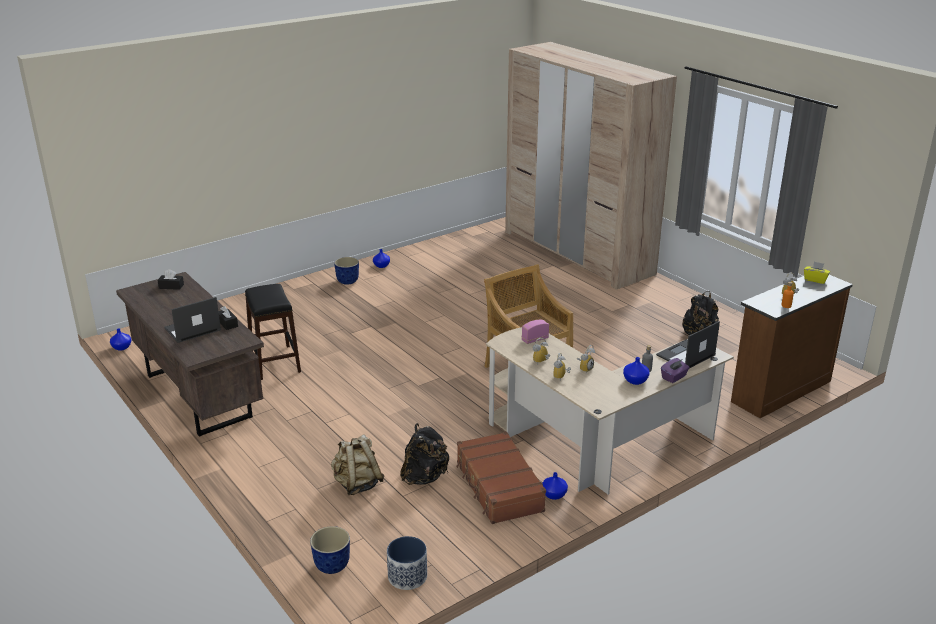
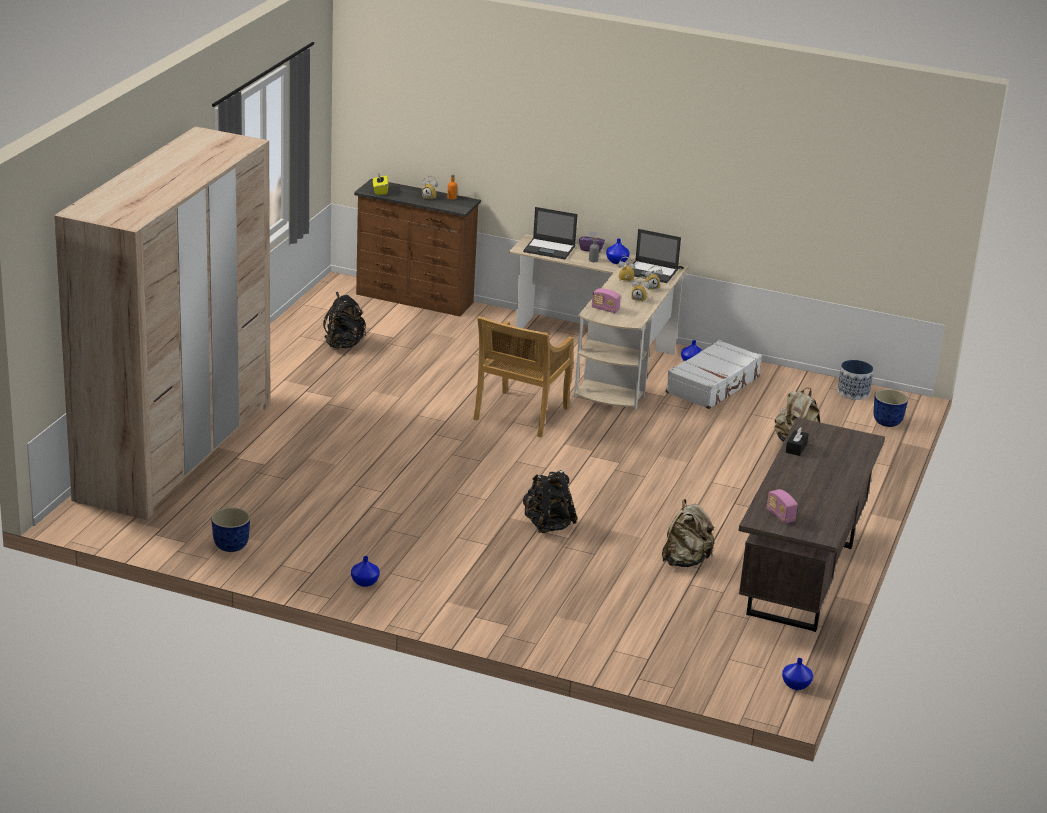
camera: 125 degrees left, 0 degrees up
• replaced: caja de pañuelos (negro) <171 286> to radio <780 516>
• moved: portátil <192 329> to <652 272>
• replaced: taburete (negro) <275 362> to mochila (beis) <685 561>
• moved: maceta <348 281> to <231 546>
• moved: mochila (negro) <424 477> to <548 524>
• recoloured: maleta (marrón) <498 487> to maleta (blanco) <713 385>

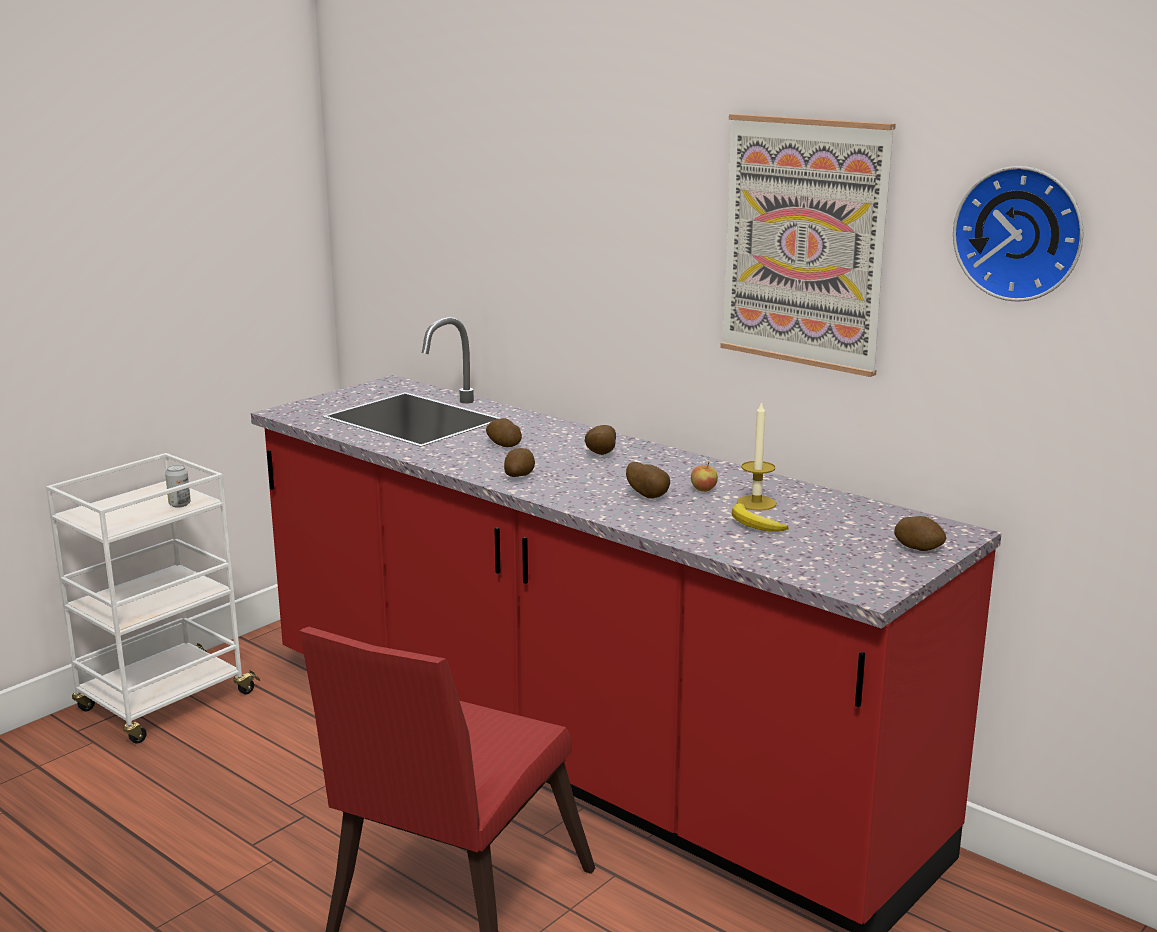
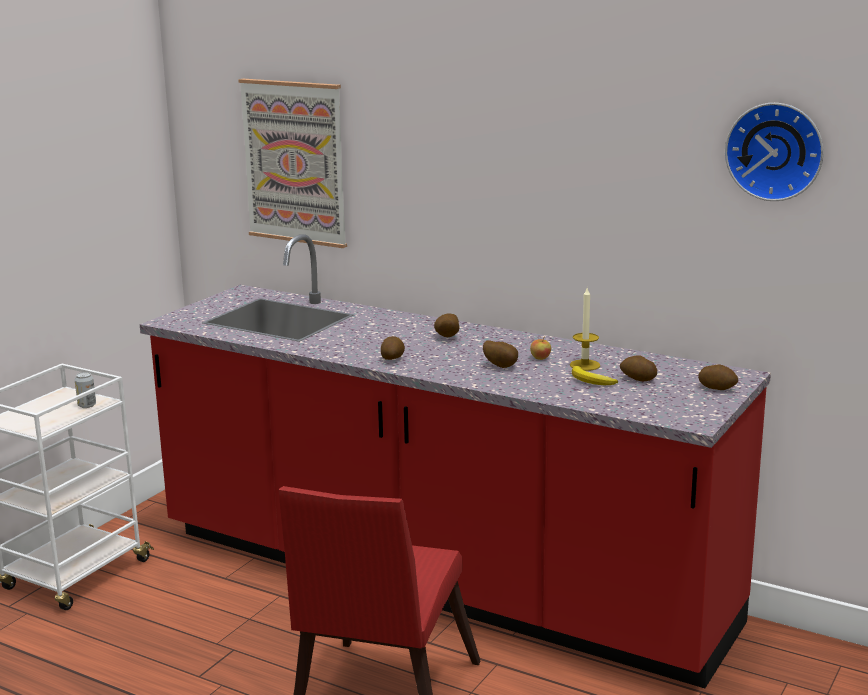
camera: 10 degrees left, 0 degrees up
• moved: patata <503 444> to <637 379>
• moved: cuadro <804 242> to <295 162>

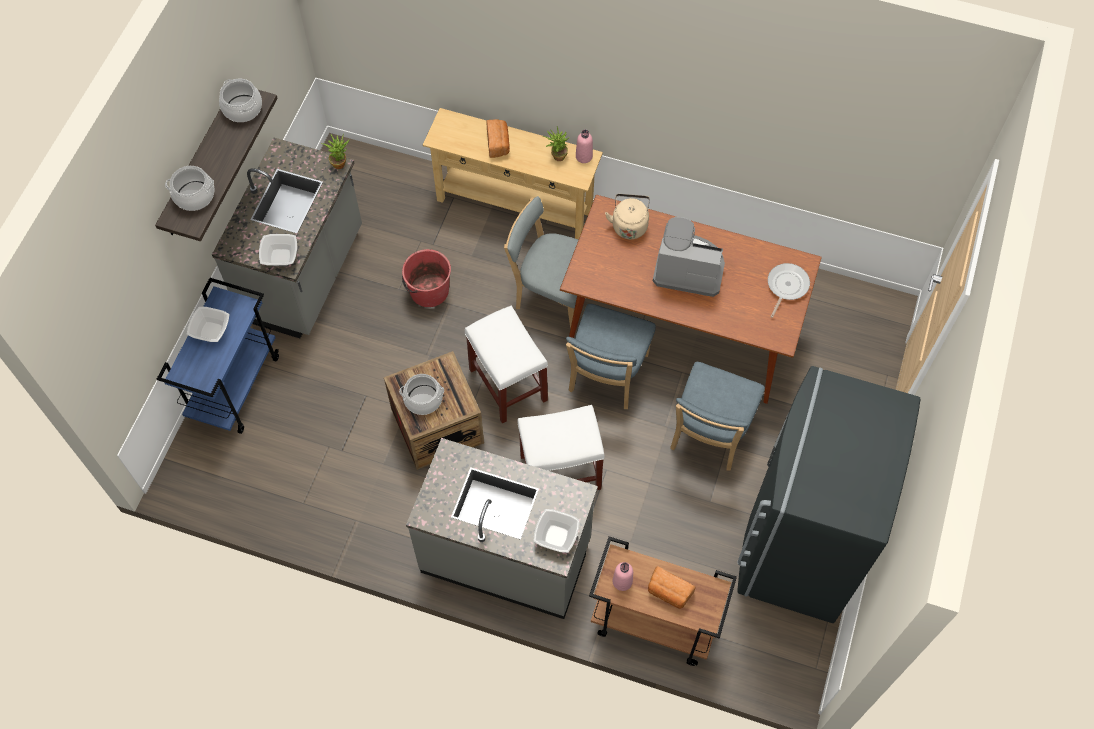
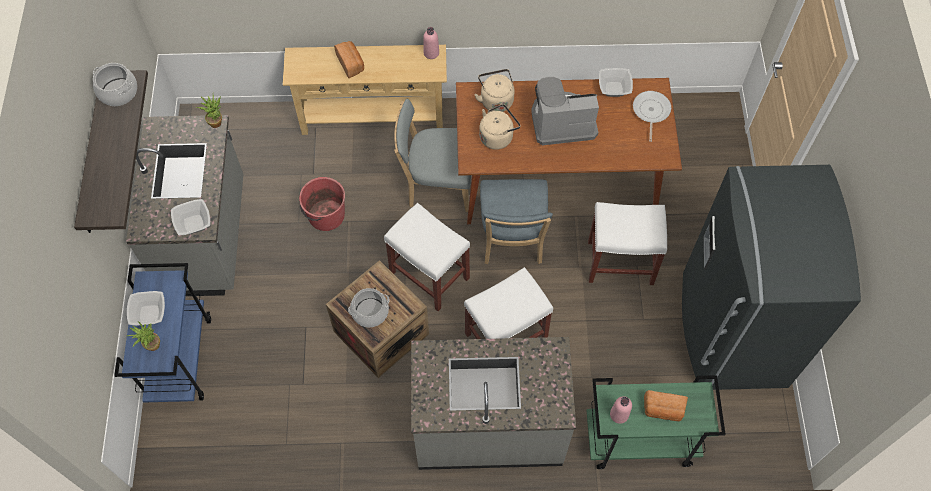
camera: 20 degrees left, 0 degrees up
• removed: olla <194 195>
• moved: cuenco <556 537> to <614 89>
• moved: planta en maceta <556 156> to <150 345>
• recoloured: carrito (marrón) <652 623> to carrito (verde) <639 441>
• replaced: silla (azul) <709 435> to taburete (blanco) <619 262>
• added: hervidor (beis) <497 136>

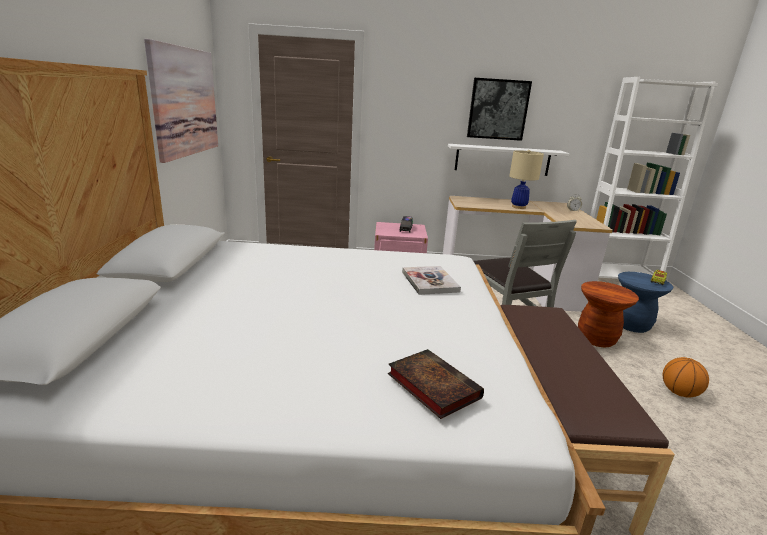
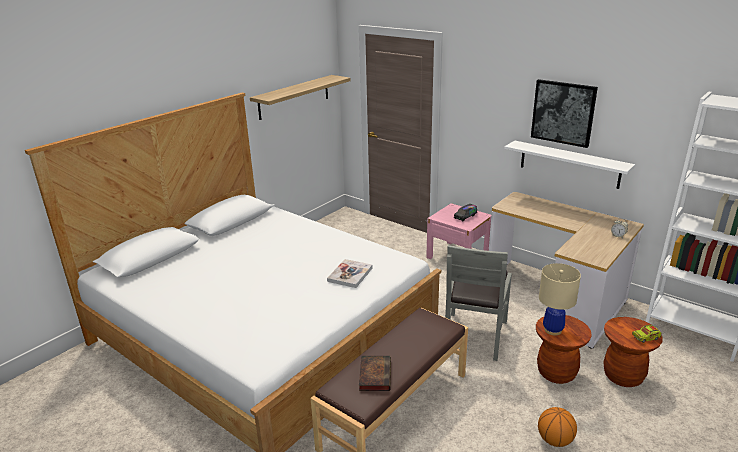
camera: 40 degrees right, 5 degrees up
• replaced: cuadro <185 102> to estante <294 97>
• moved: libro <431 385> to <374 375>
• moved: lámpara de mesa (beis) <518 207> to <553 330>
• recoloured: taburete (azul) <631 325> to taburete (marrón) <623 376>

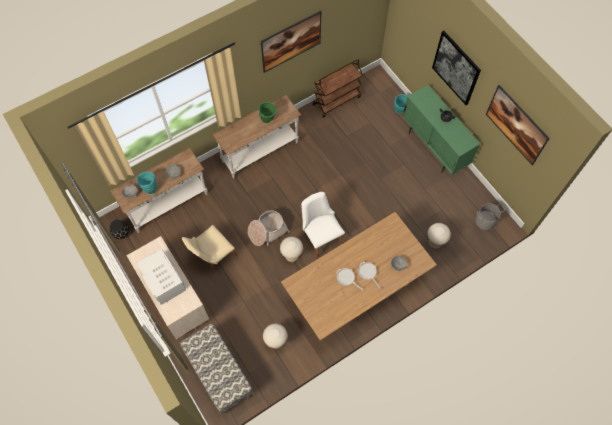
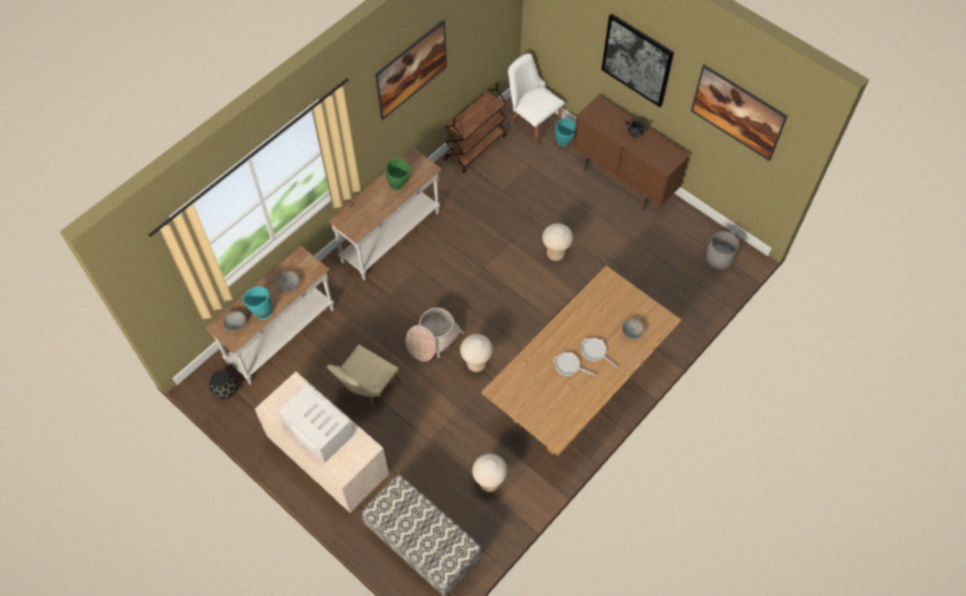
camera: 15 degrees left, 5 degrees down
• moved: silla (blanco) <320 236> to <532 122>
• recoloured: armario (verde) <433 148> to armario (marrón) <623 180>
• moved: taburete (beis) <435 242> to <555 254>

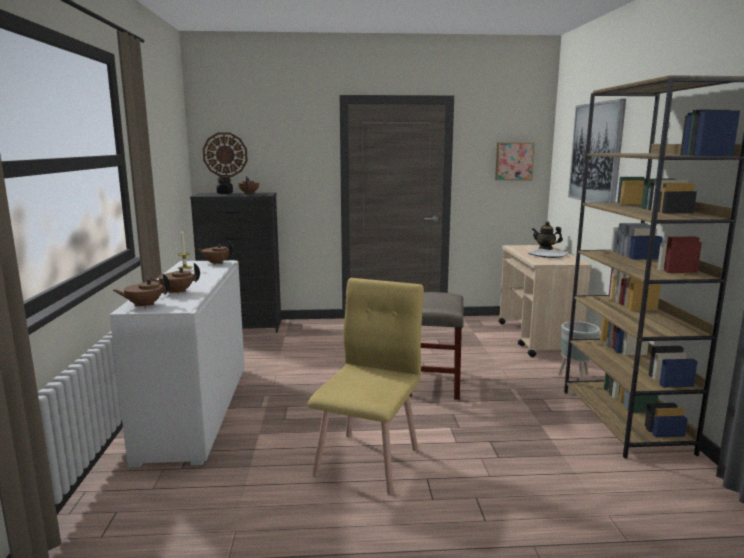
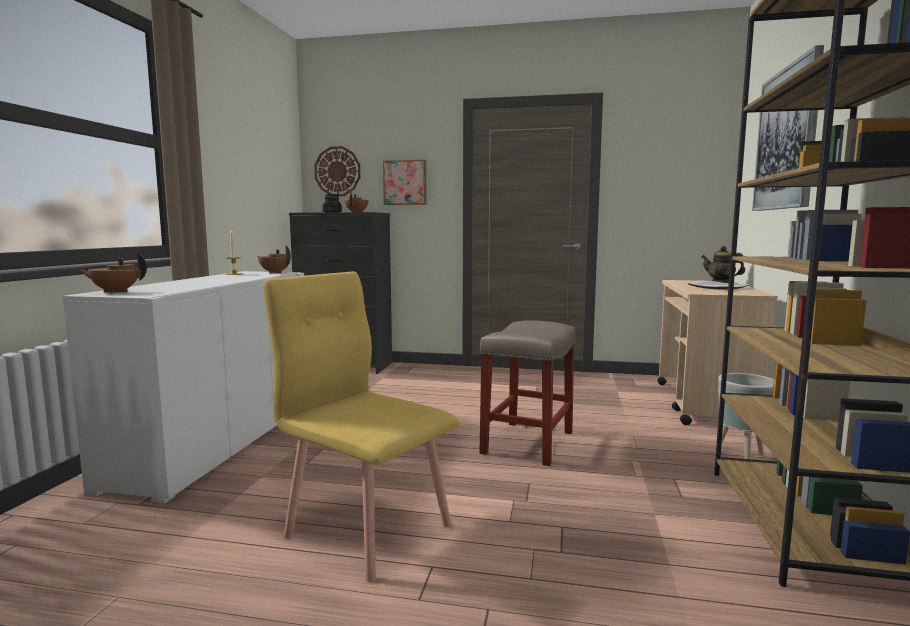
camera: 15 degrees right, 5 degrees down
• removed: tetera (marrón) <177 292>
• turned: silla (amarillo) <368 461> = <368 529> 90 degrees counterclockwise
• moved: cuadro <514 161> to <405 182>

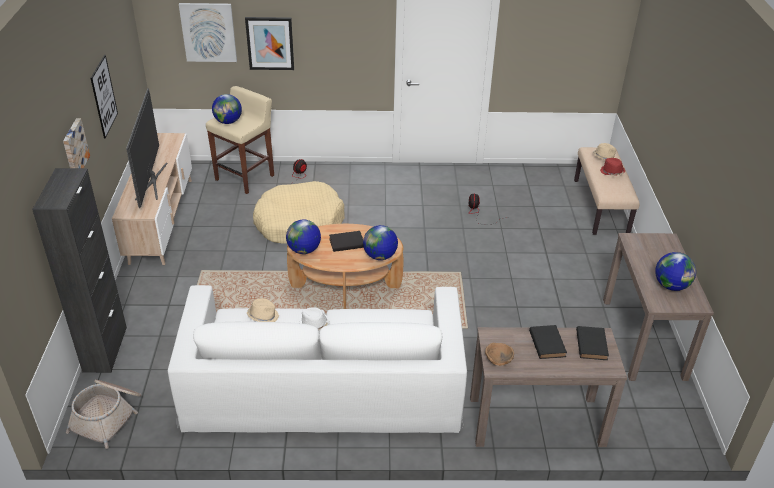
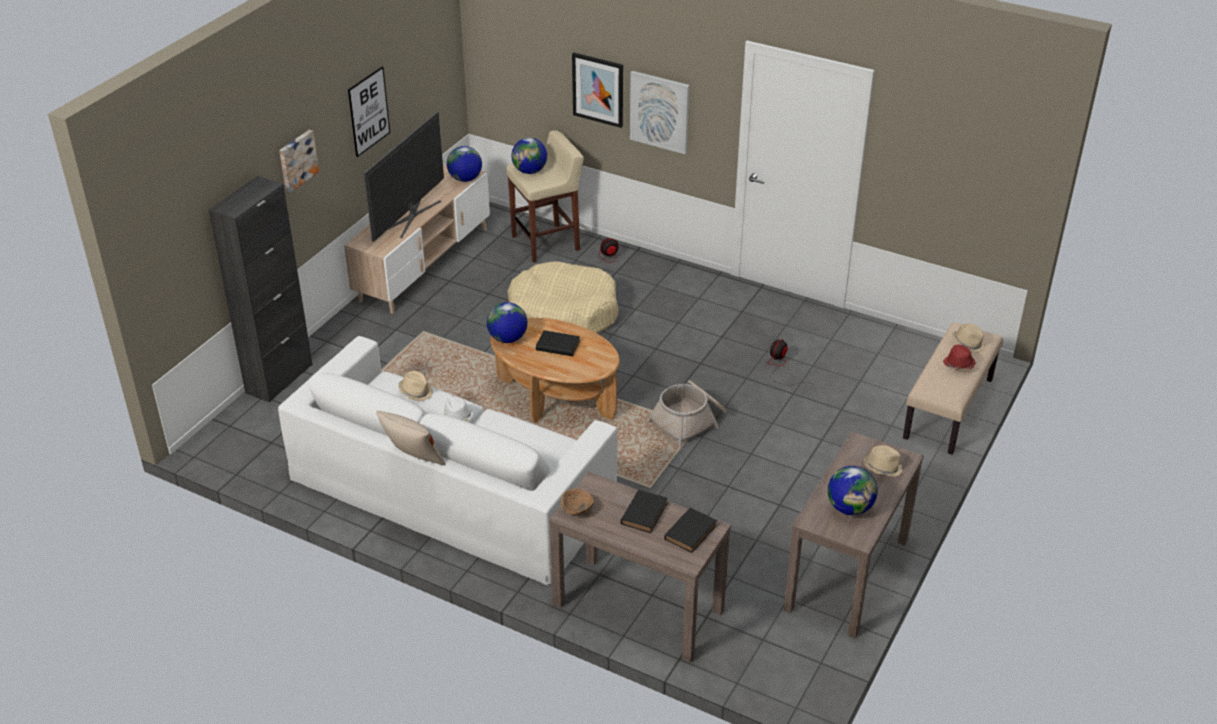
camera: 30 degrees right, 0 degrees up
• moved: cesta <108 416> to <690 421>
• moved: cuadro <208 32> to <660 111>
• moved: globo terráqueo <380 256> to <465 179>
• added: cojín (beis) <413 460>
• added: sombrero (beis) <882 468>

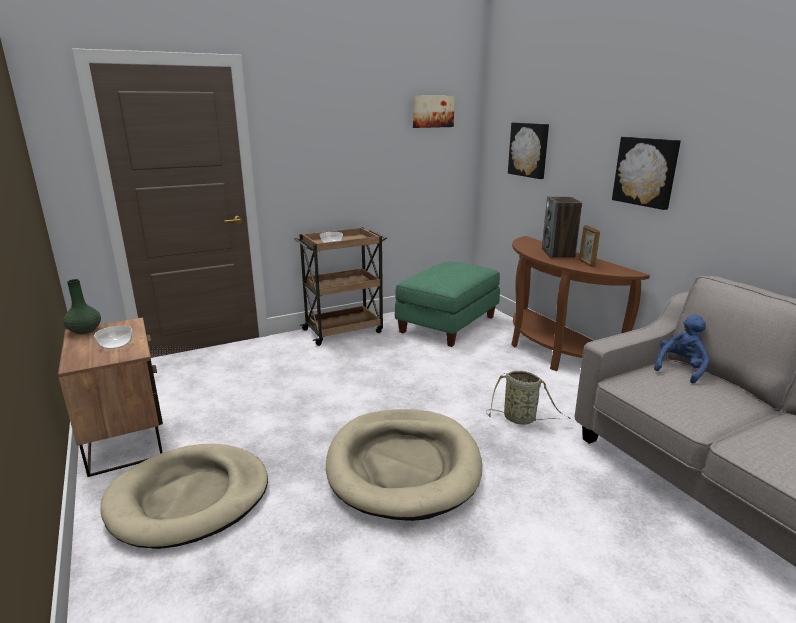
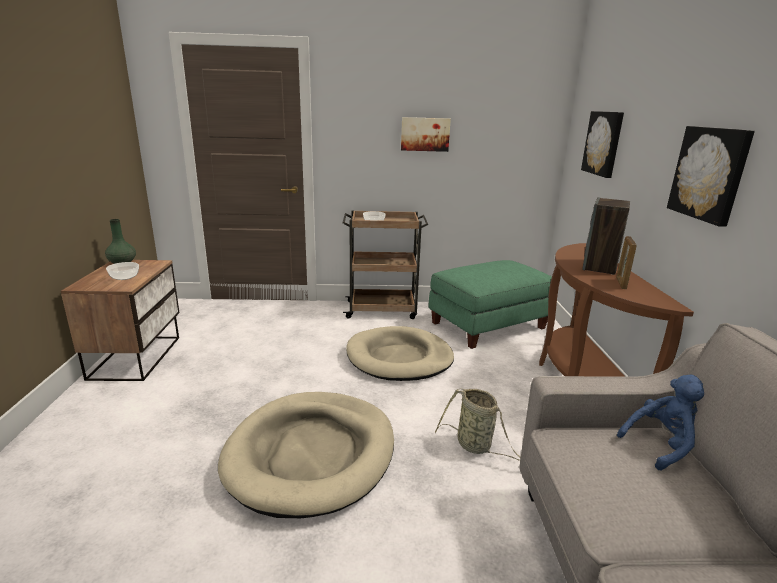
camera: 25 degrees right, 0 degrees up
• moved: cama para perro (beis) <189 498> to <399 358>
• moved: cuadro <432 111> to <425 134>

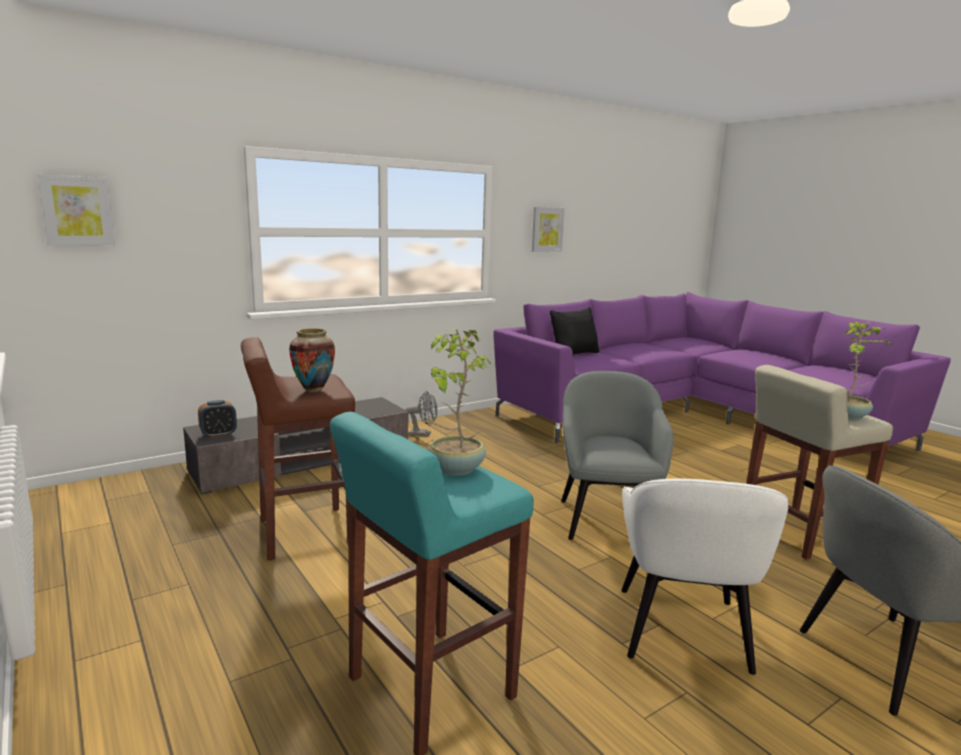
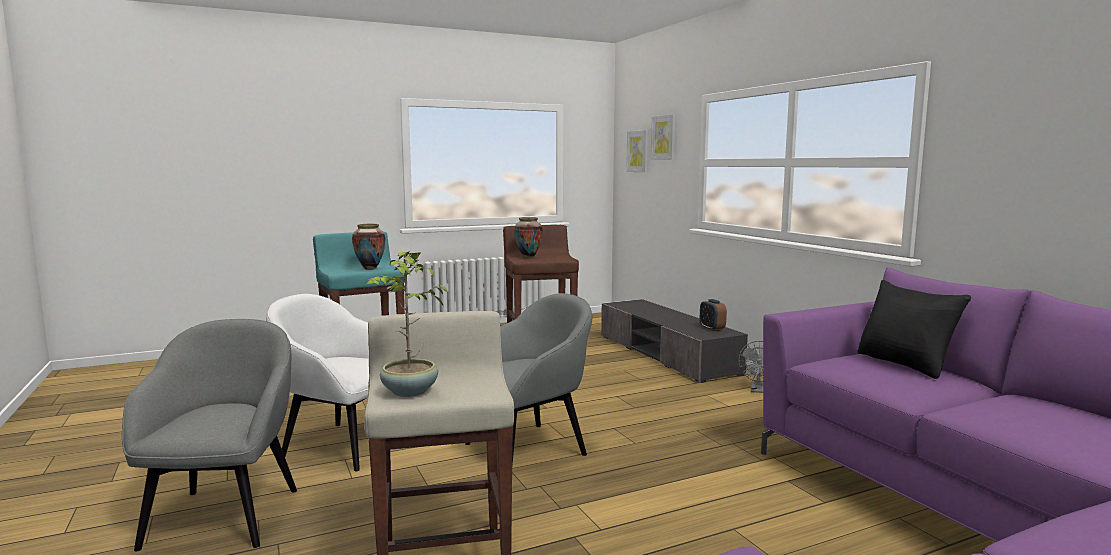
camera: 100 degrees right, 5 degrees down
• moved: despertador <218 435> to <712 329>
• replaced: planta en maceta <454 469> to florero <370 269>
• moved: cuadro <547 229> to <664 137>
• turned: sillón (gris) <606 519> = <528 448> 45 degrees counterclockwise

